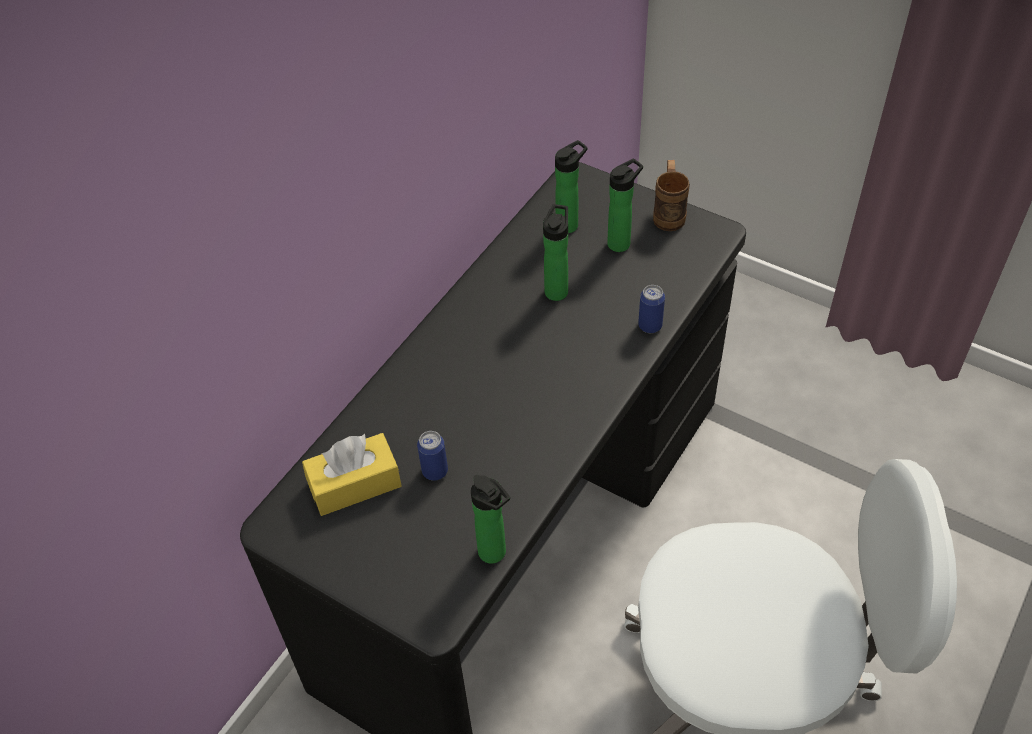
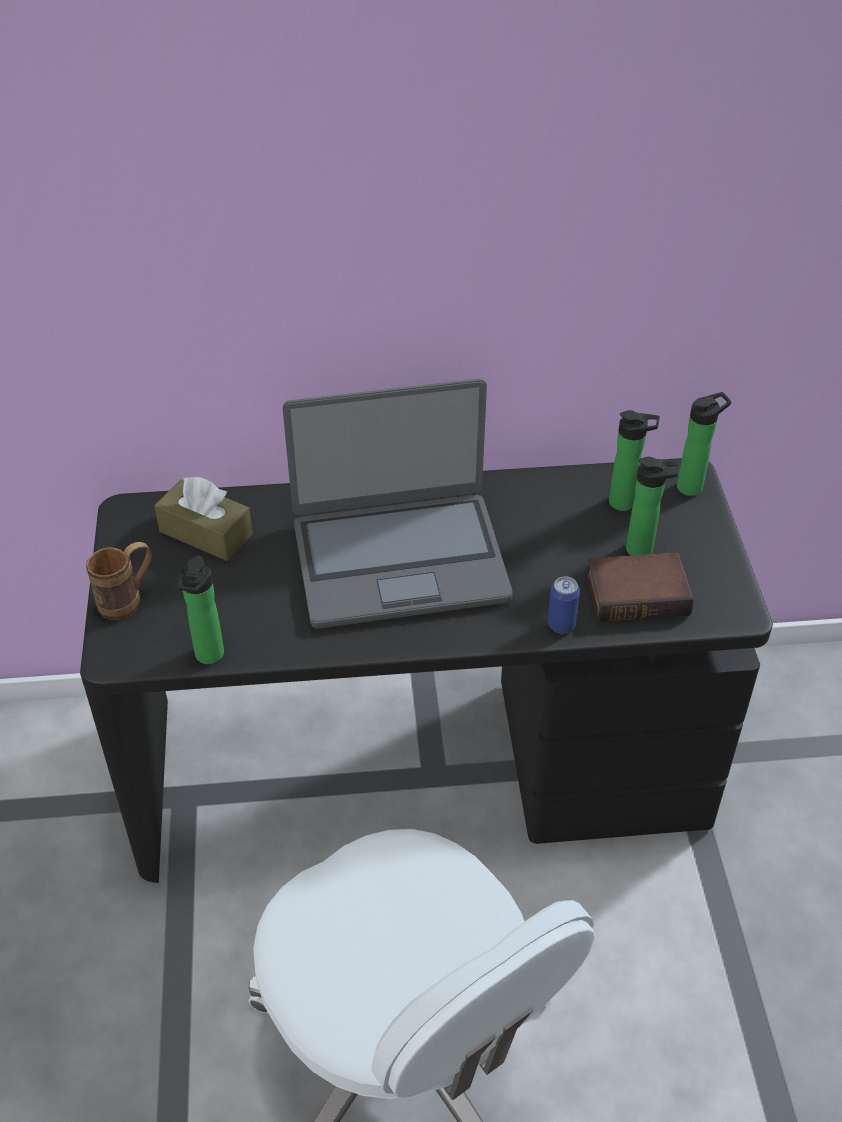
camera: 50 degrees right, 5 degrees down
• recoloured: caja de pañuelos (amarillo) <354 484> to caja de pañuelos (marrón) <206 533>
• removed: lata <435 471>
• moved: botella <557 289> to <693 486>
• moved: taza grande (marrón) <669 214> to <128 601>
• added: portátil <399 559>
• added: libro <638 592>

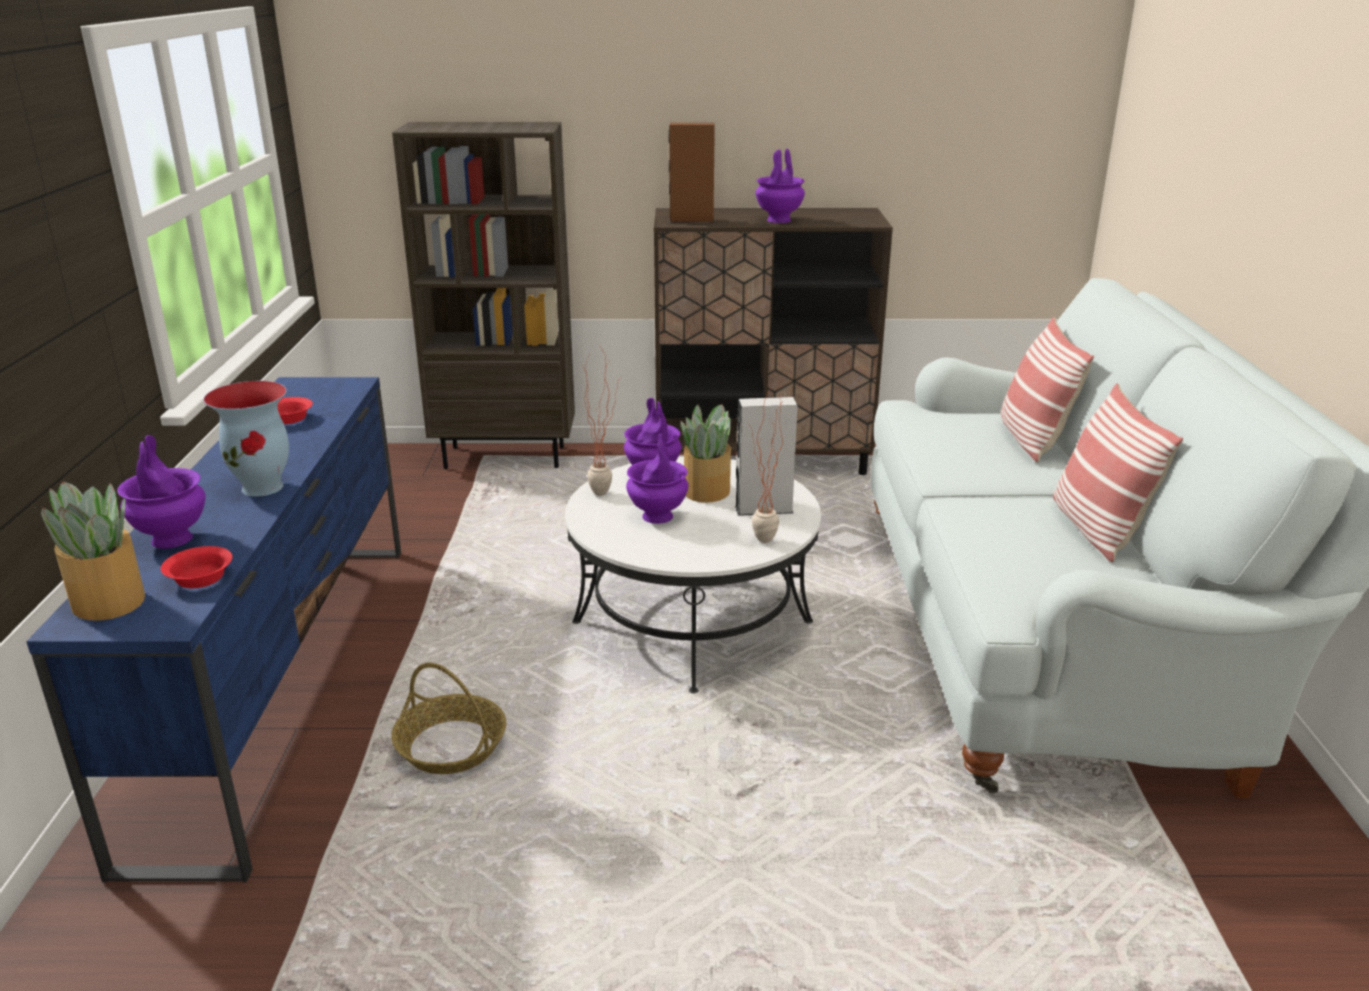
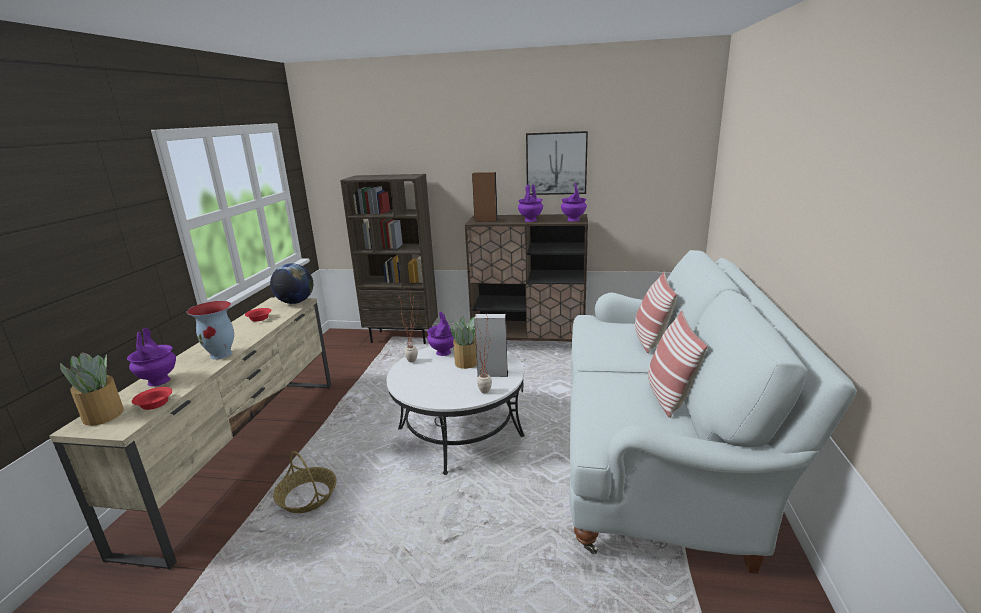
camera: 10 degrees right, 5 degrees down
• recoloured: mueble de televisión (azul) <286 680> to mueble de televisión (beis) <245 452>
• moved: florero (morado) <658 516> to <573 220>
• added: globo terráqueo <295 302>
• added: cuadro <556 163>

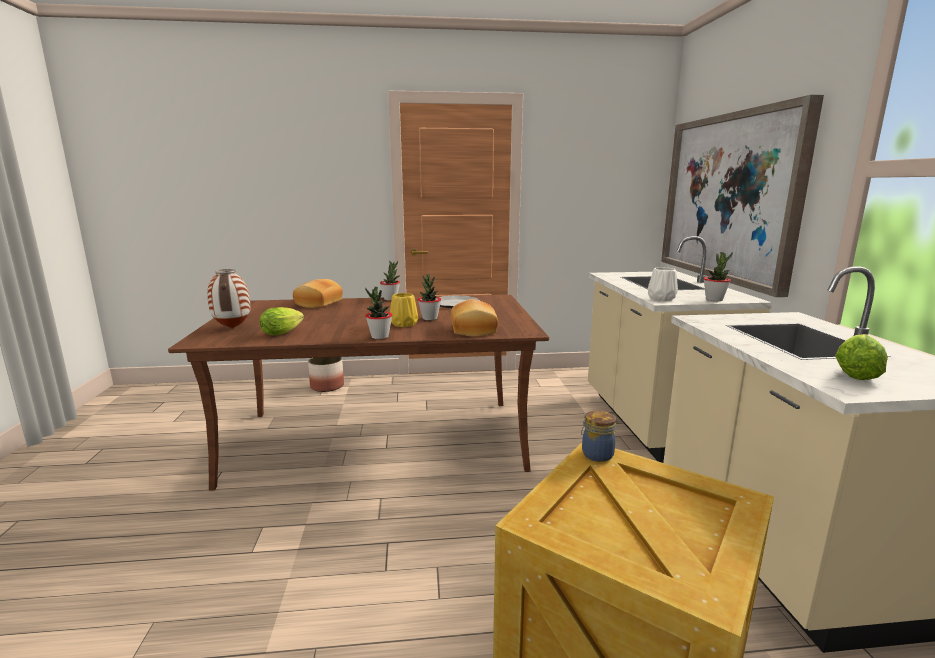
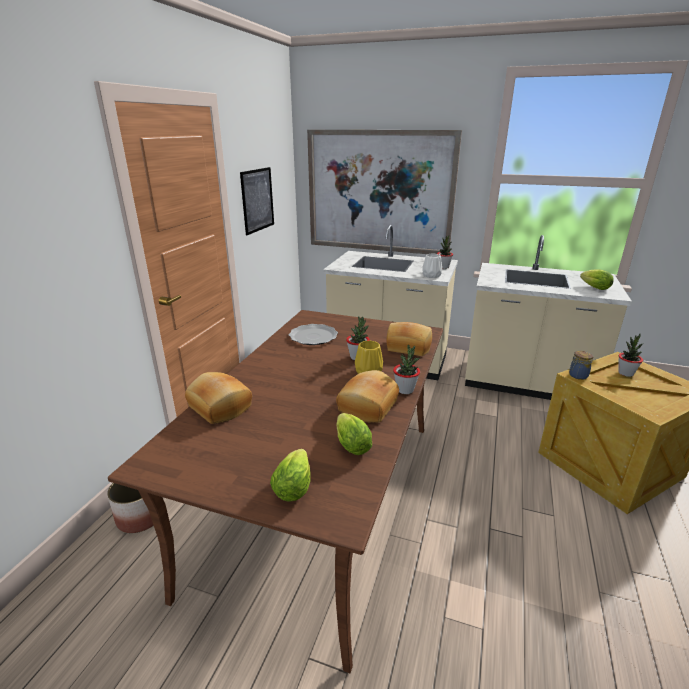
camera: 65 degrees left, 10 degrees up
• replaced: florero <232 328> to lechuga <294 485>
• moved: planta en maceta <390 299> to <625 373>
• added: cuadro <257 200>
• added: pan <366 406>

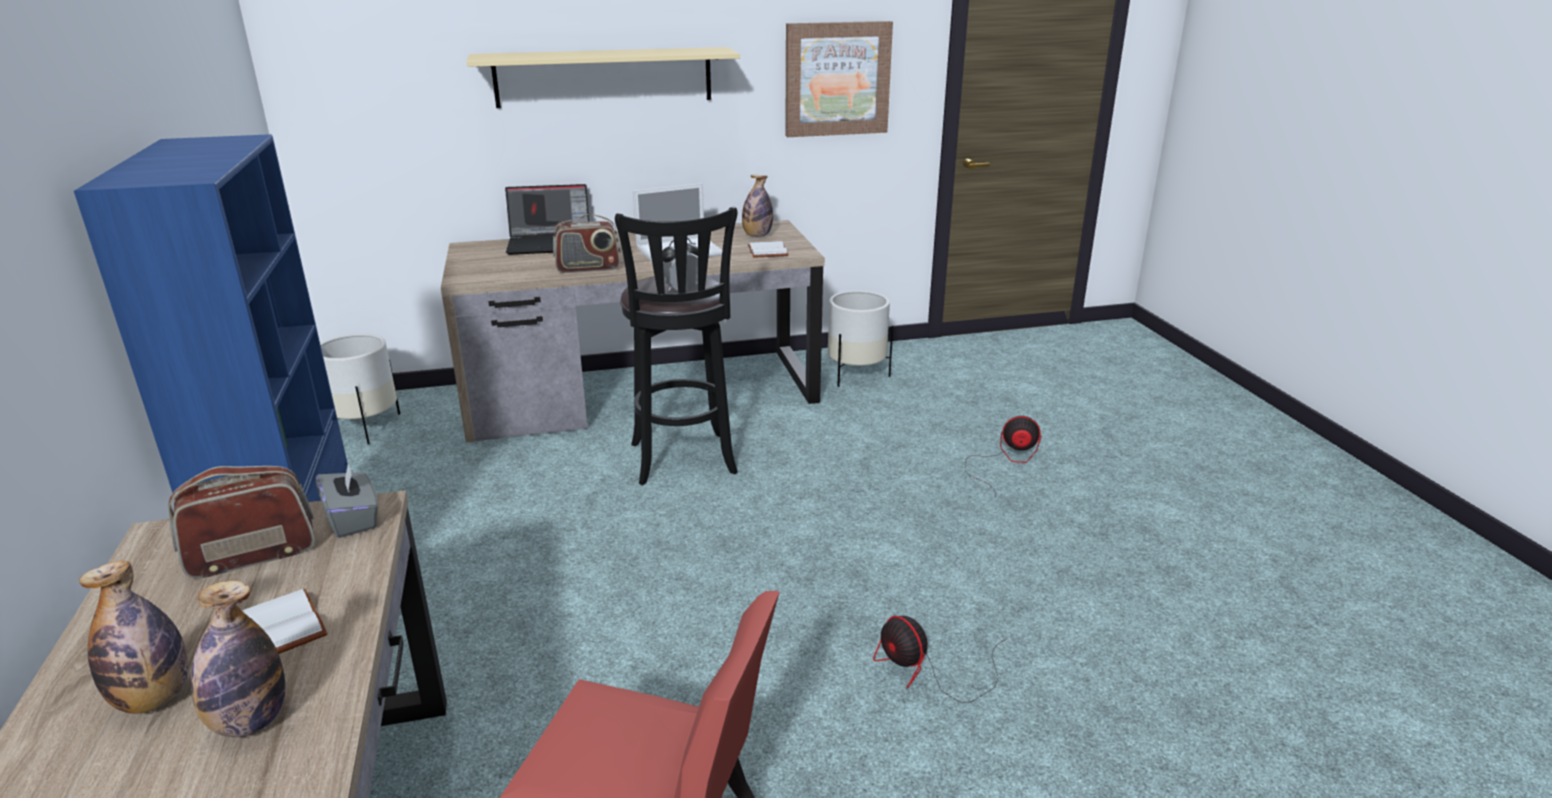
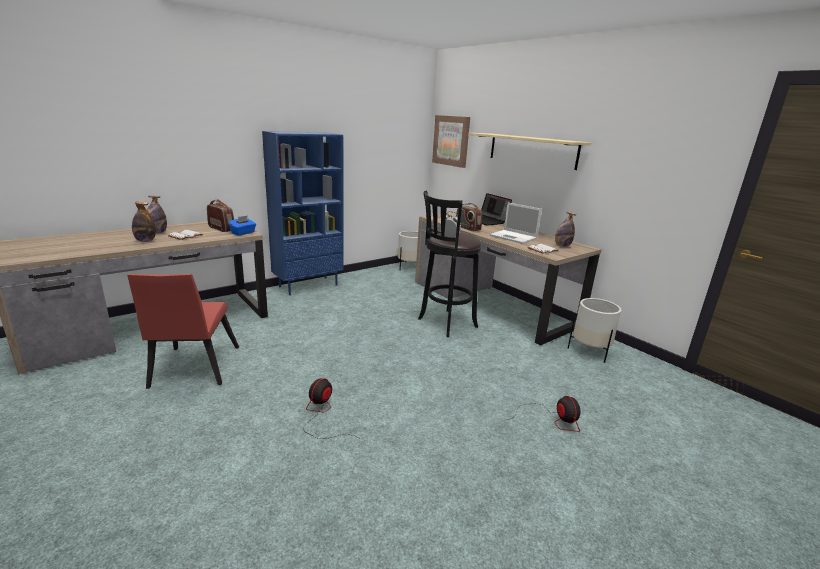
camera: 65 degrees right, 5 degrees down
• recoloured: caja de pañuelos (gris) <353 519> to caja de pañuelos (azul) <243 233>
• moved: cuadro <837 79> to <451 141>

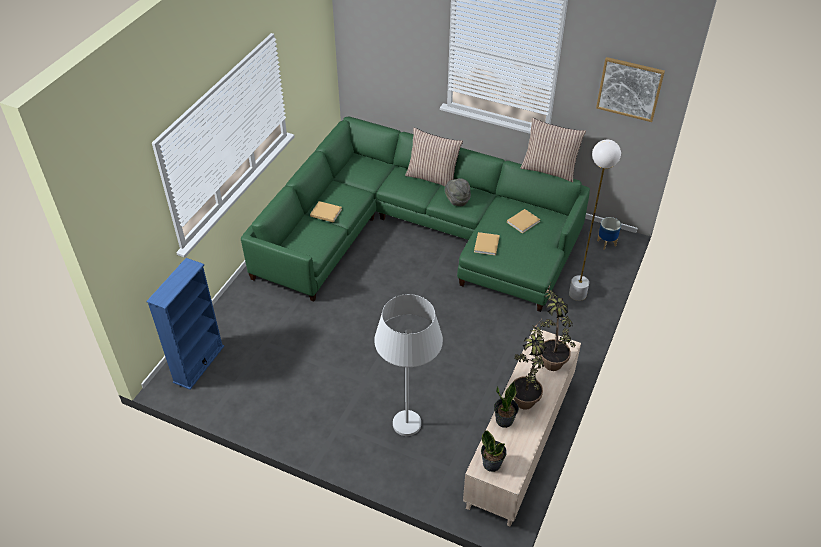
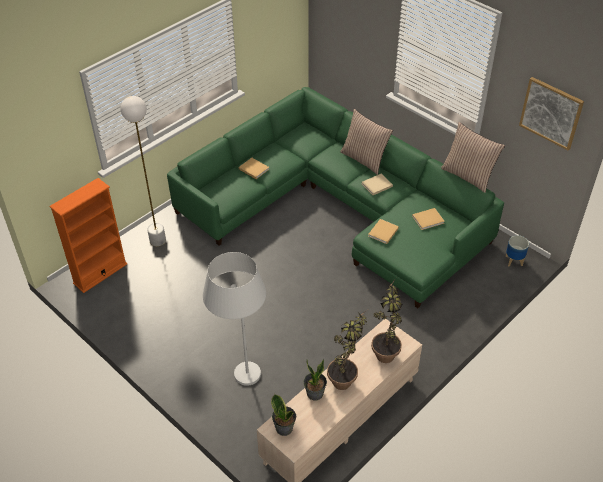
camera: 20 degrees right, 0 degrees up
• recoloured: estantería (azul) <198 364> to estantería (naranja) <100 273>
• replaced: sombrero (gris) <457 200> to libro (beis) <376 185>
• moved: lámpara de pie (blanco) <577 294> to <157 240>

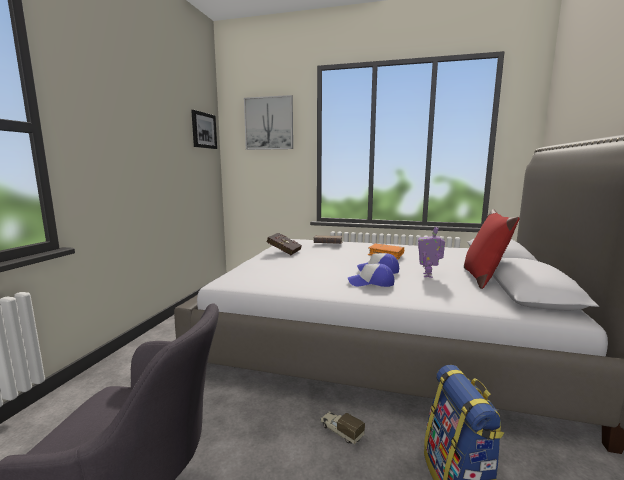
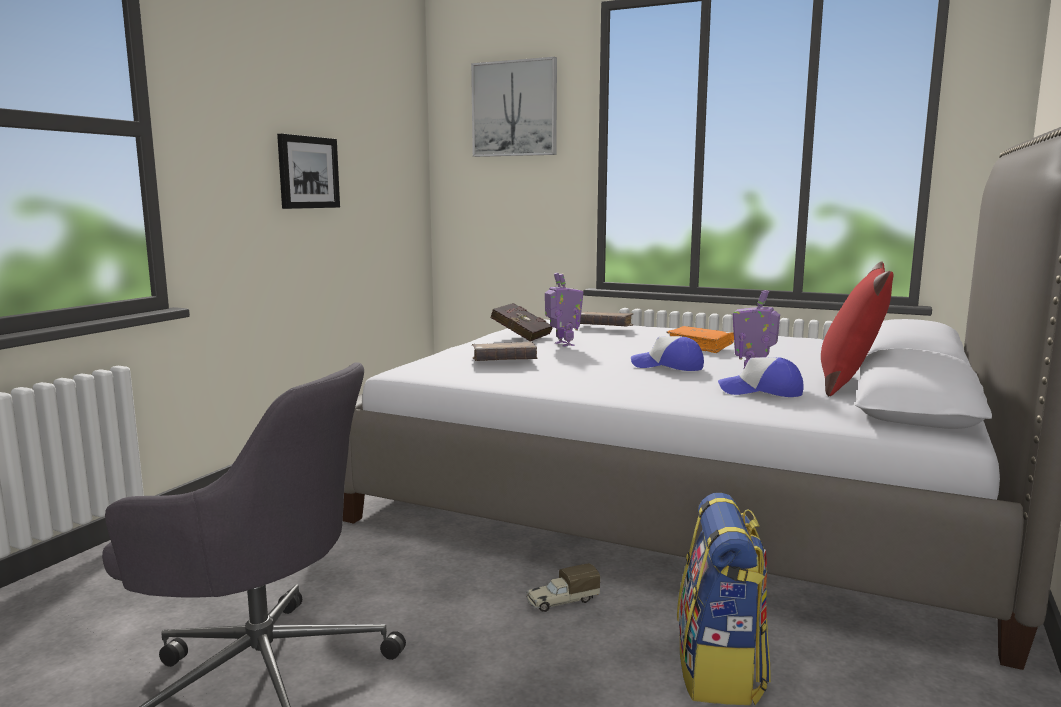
camera: 10 degrees right, 0 degrees up
• moved: cuadro <203 130> to <308 172>
• turned: camión de juguete <340 432> = <562 601> 75 degrees counterclockwise
• moved: gorra <371 283> to <761 391>
• added: libro (marrón) <504 361>
• added: robot de juguete <563 344>

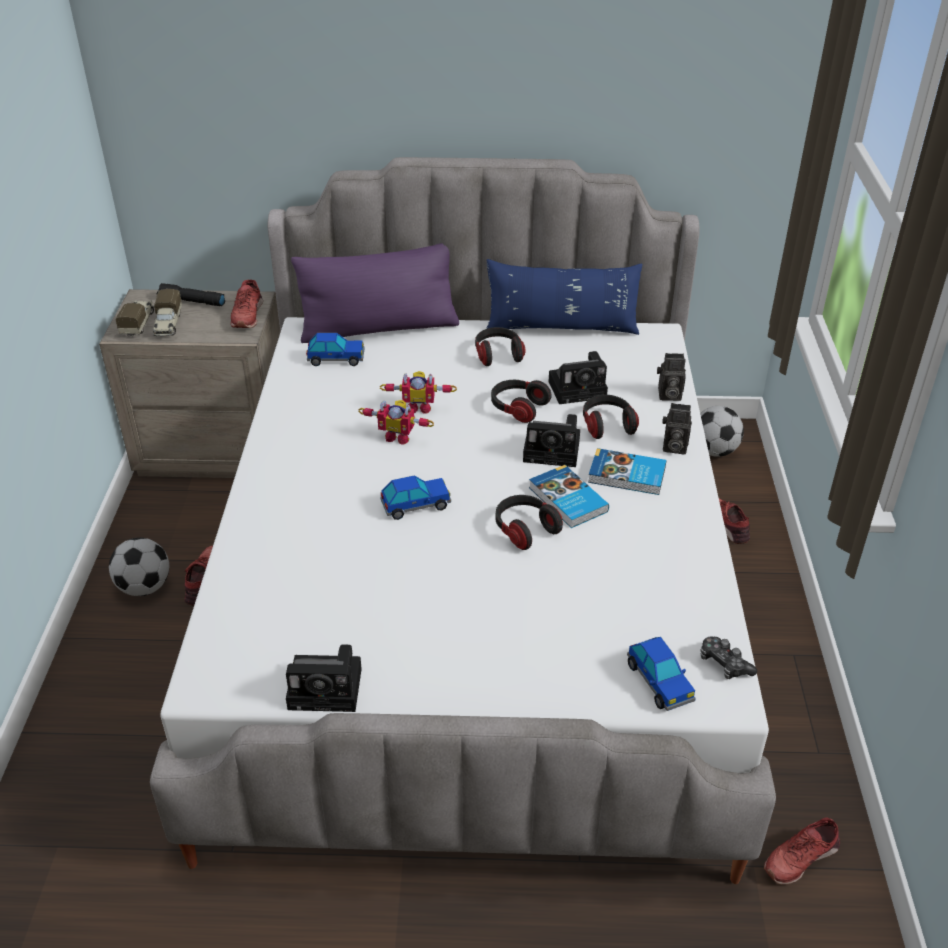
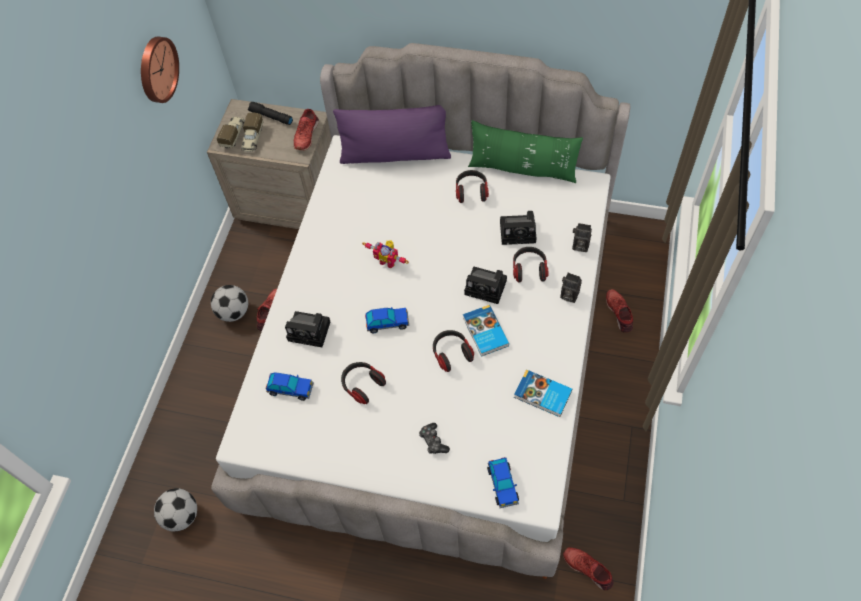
camera: 15 degrees right, 20 degrees up
• moved: cámara <329 688> to <311 331>
• moved: coche de juguete <336 359> to <290 389>
• removed: robot de juguete <419 407>
• recoloured: cojín (azul) <561 328> to cojín (verde) <522 169>
• moved: auriculares <518 408> to <362 385>
• moved: libro <627 476> to <542 395>
• moved: balón de fútbol <714 451> to <181 515>
• moved: mando de consola <724 664> to <433 441>
• turned: zapato (rojo) <800 857> = <588 568> 60 degrees clockwise
• added: reloj de pared <156 69>

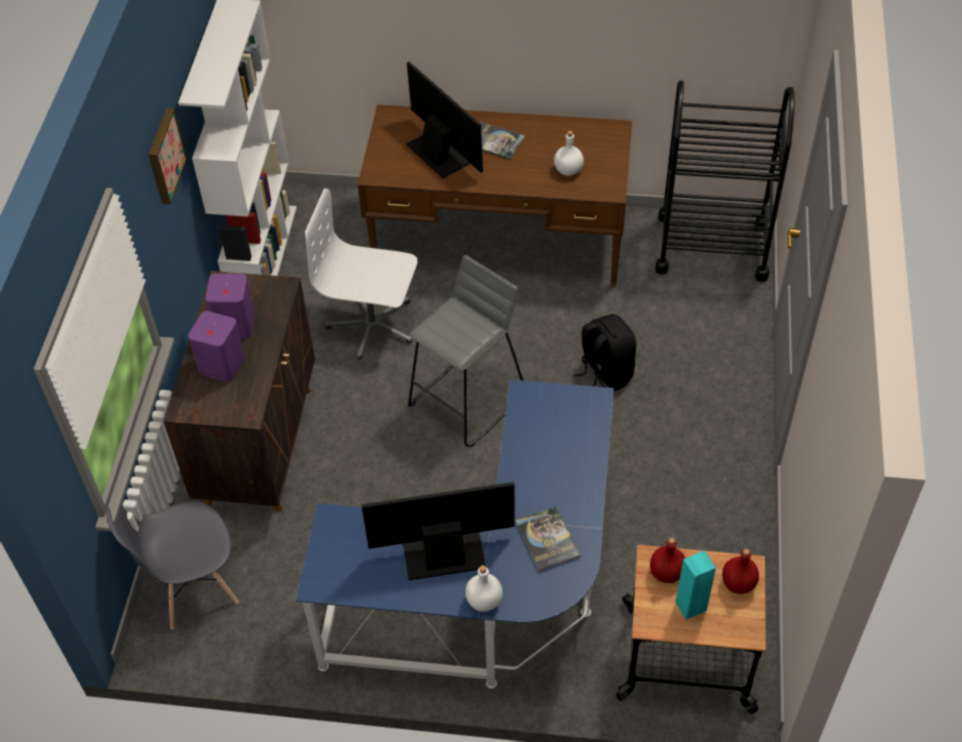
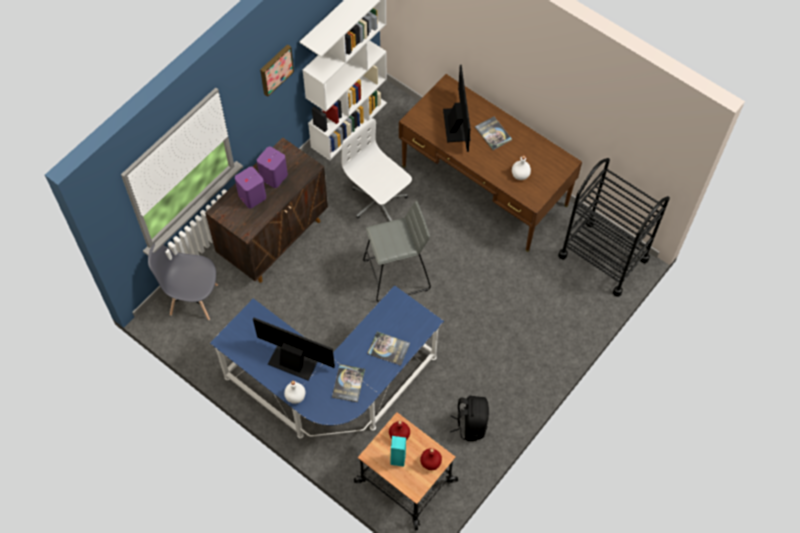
camera: 30 degrees right, 10 degrees up
• moved: mochila (negro) <604 373> to <470 425>
• added: libro <388 348>

